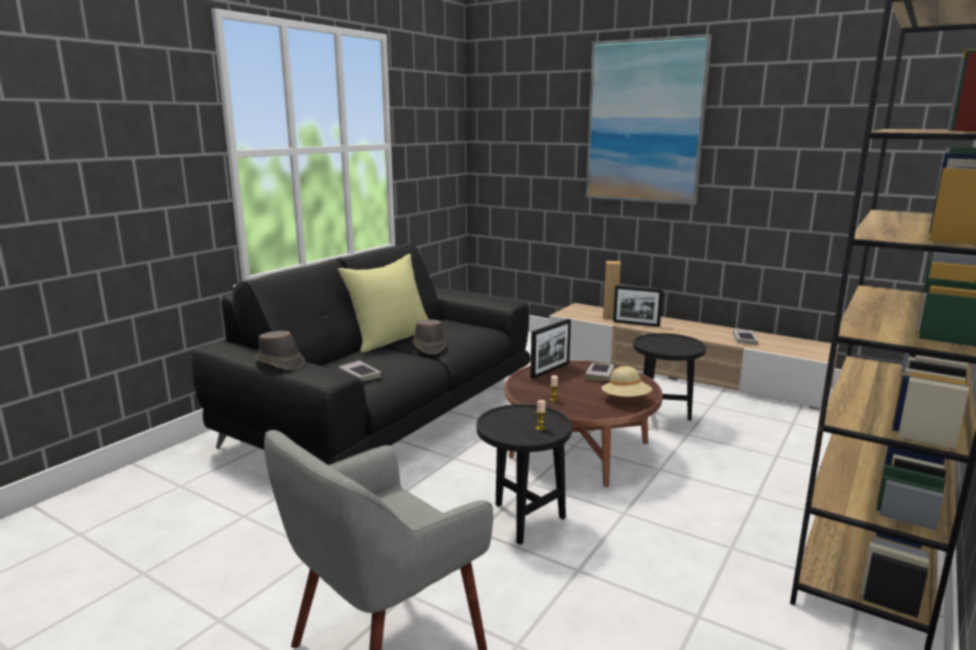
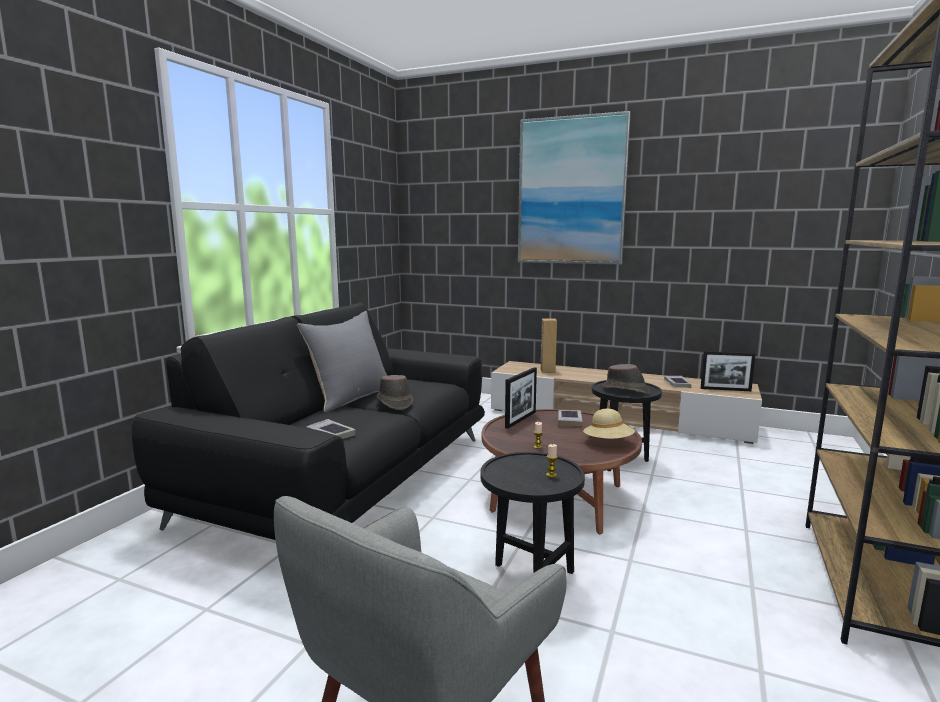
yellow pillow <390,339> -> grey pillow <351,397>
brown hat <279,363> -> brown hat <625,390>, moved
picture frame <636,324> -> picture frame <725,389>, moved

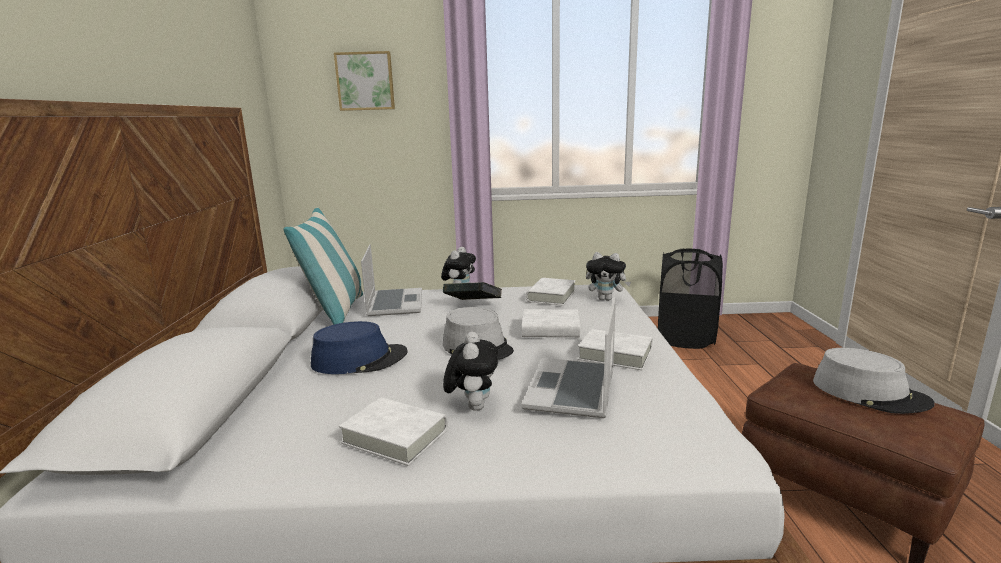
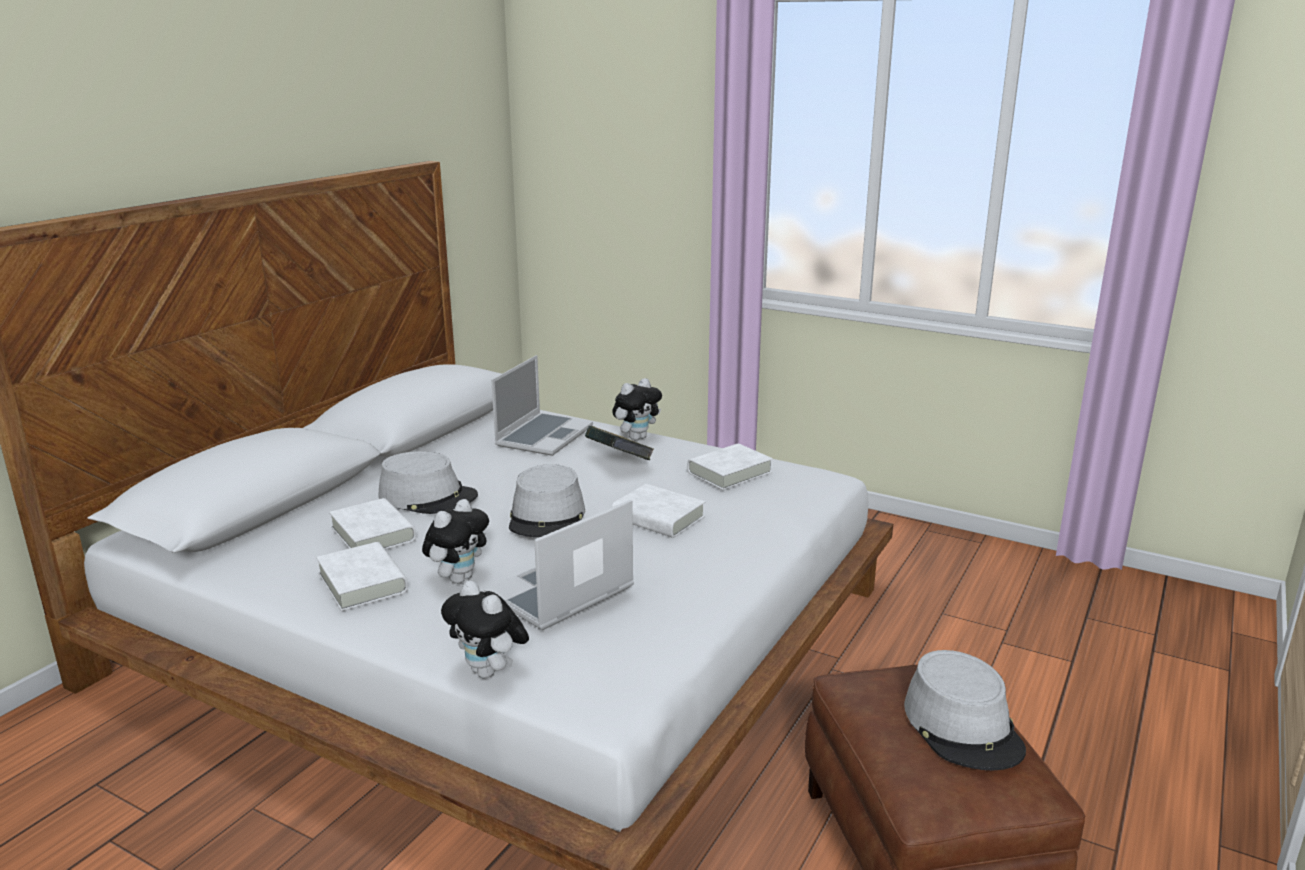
white book <615,355> -> white book <373,534>, moved
blue hat <359,359> -> grey hat <428,496>
plush toy <606,299> -> plush toy <489,672>, moved
pillow <335,312> -> none
picture <365,81> -> none
black laundry basket <685,338> -> none

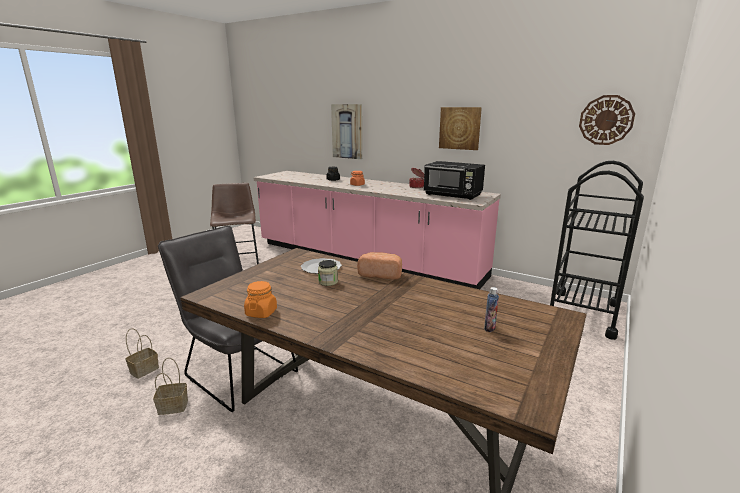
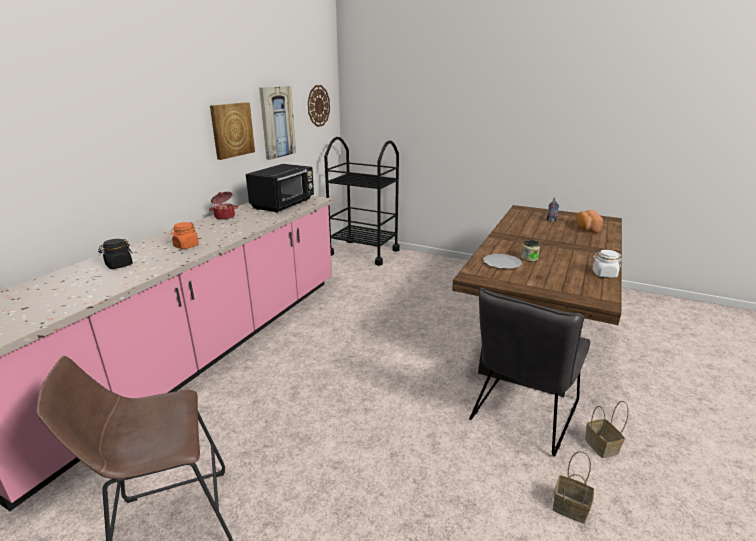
picture <347,131> -> picture <277,122>, moved
bread <381,274> -> bread <586,228>, moved
orange jar <261,312> -> white jar <604,274>

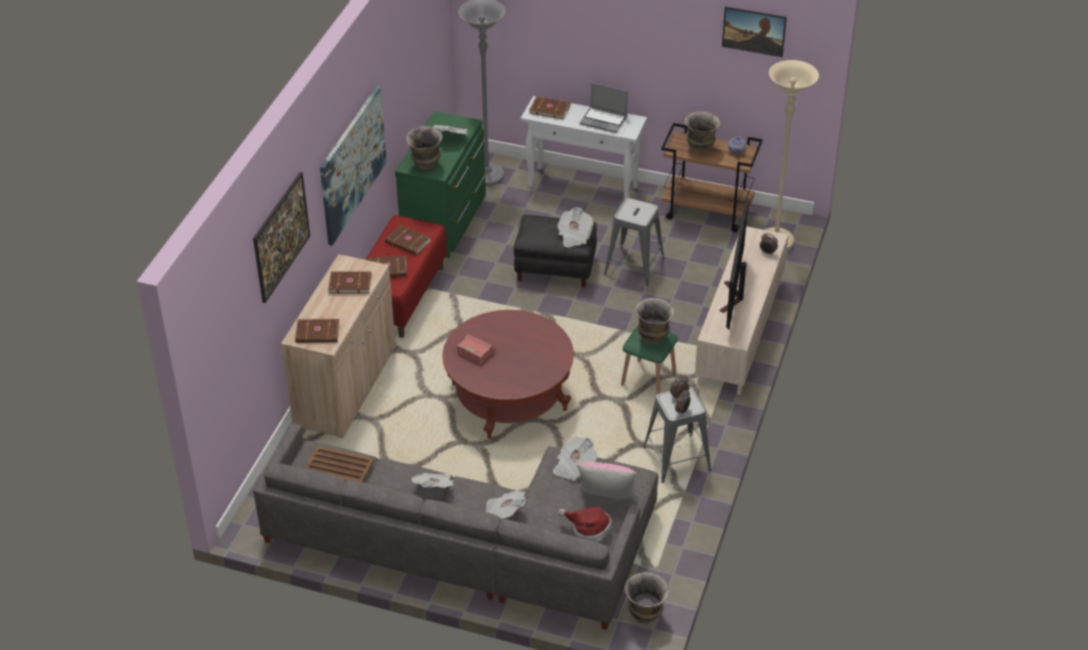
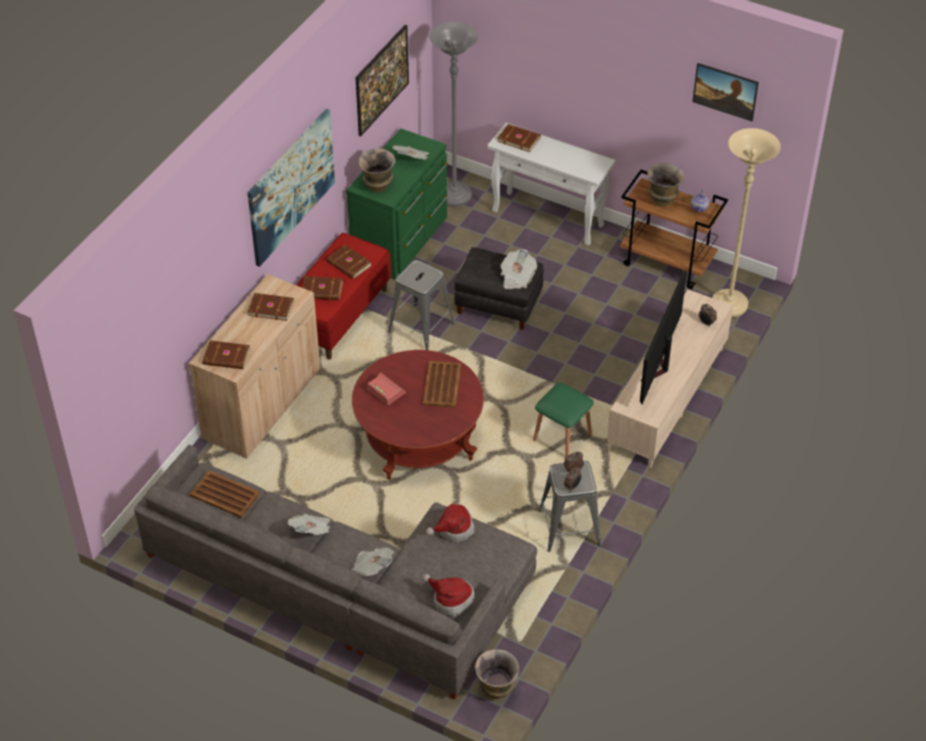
picture <283,252> -> picture <382,94>, moved
grey stool <634,266> -> grey stool <421,327>, moved
none -> brown tray <442,384>
newspaper <574,467> -> hat <453,529>
pink pillow <607,499> -> none
laptop <604,120> -> none
vase <653,338> -> none

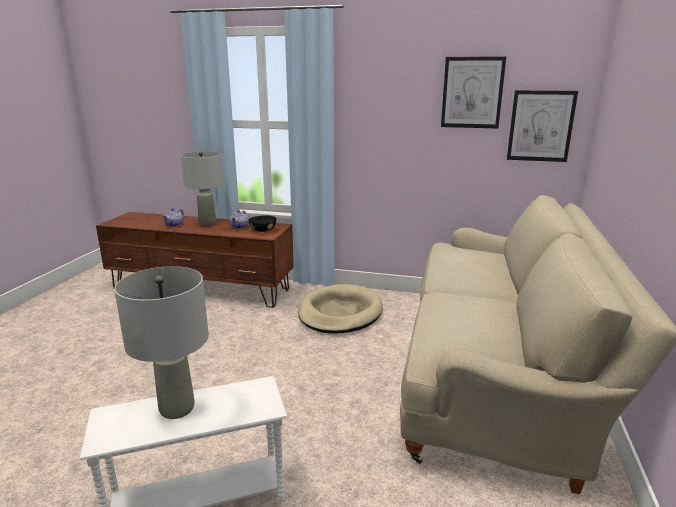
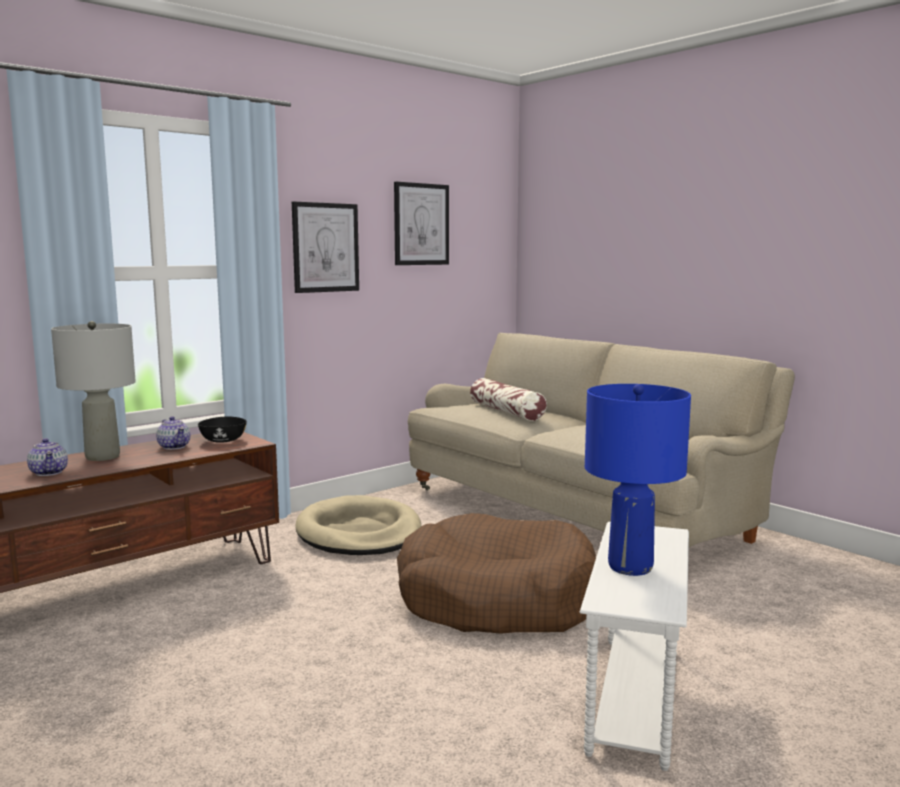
picture <540,126> -> picture <325,247>, moved
none -> brown dog bed <497,599>
none -> pillow <506,412>
grey table lamp <177,409> -> blue table lamp <631,567>

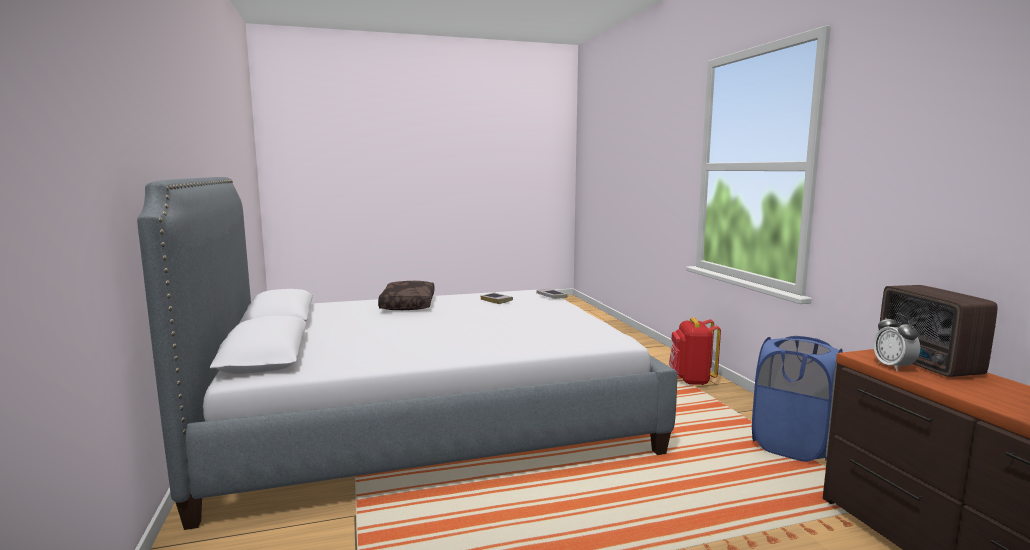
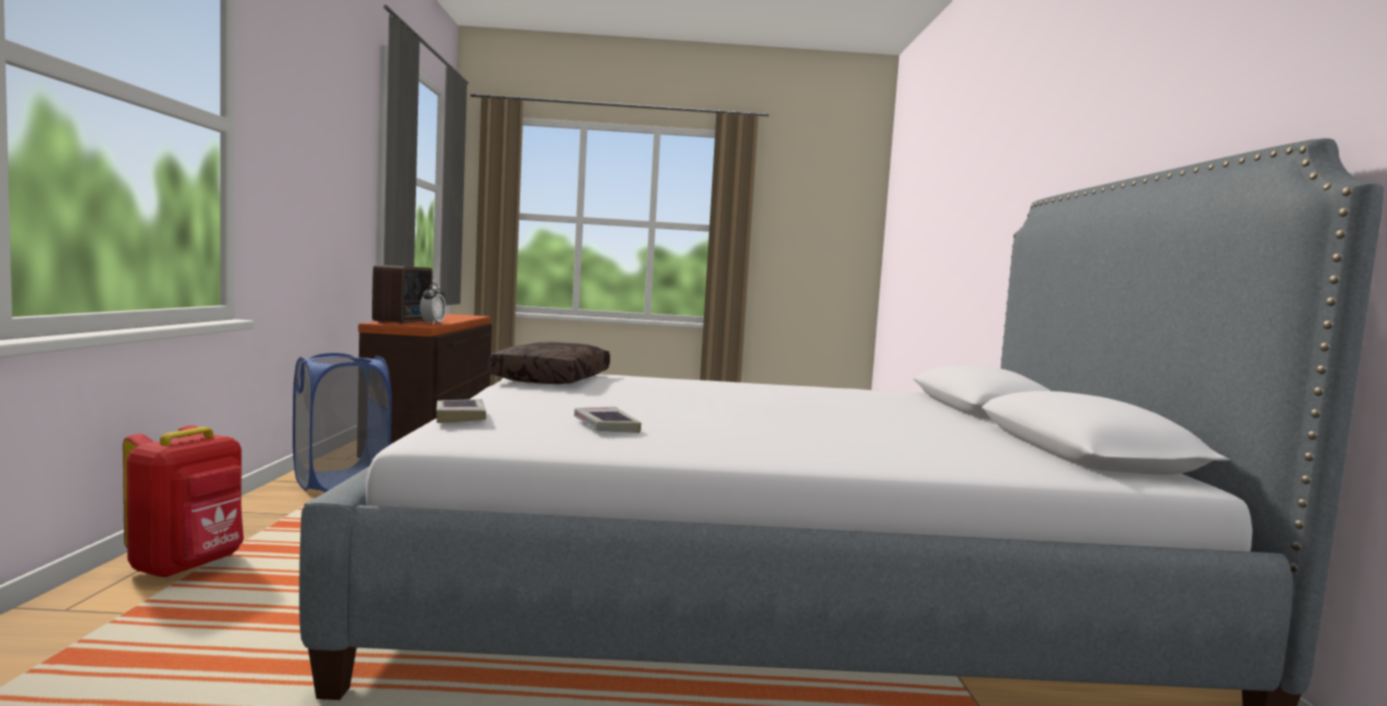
brown pillow <407,304> -> brown pillow <553,379>, moved

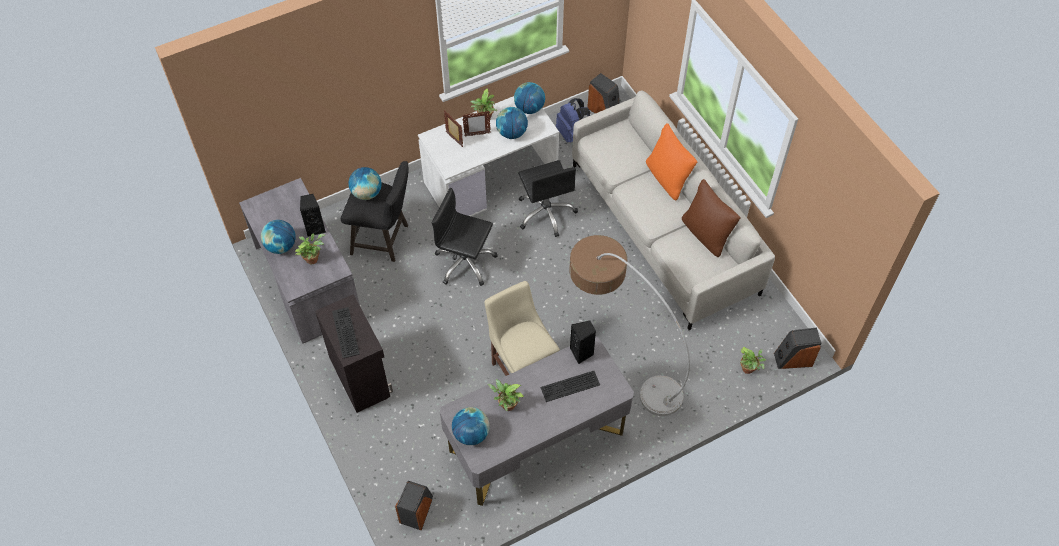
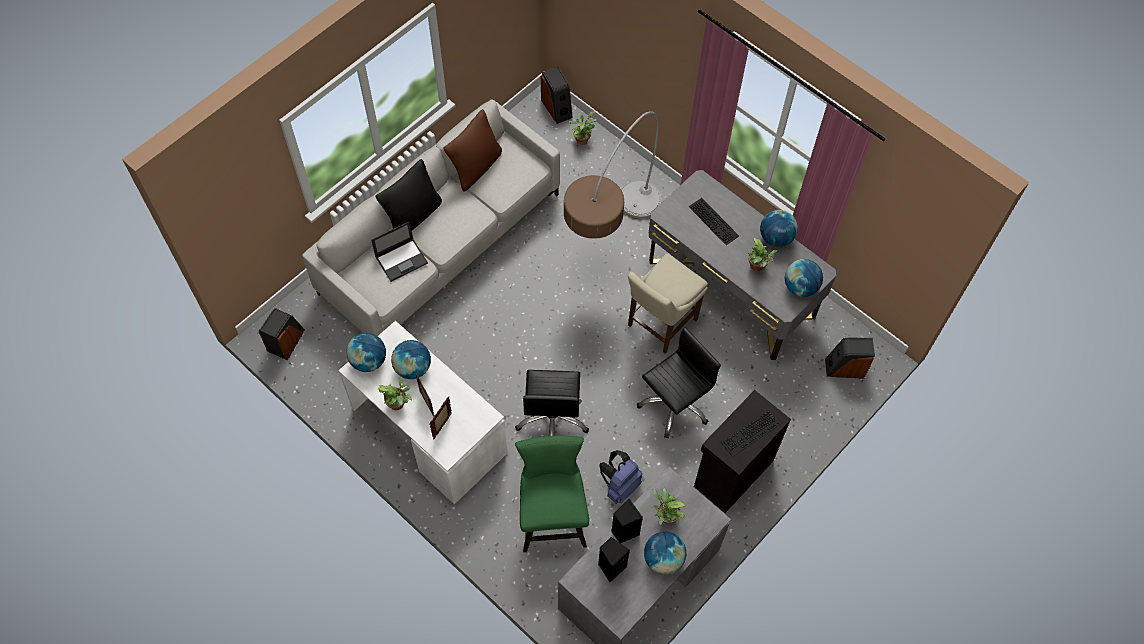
none -> laptop <402,259>
orange pillow <668,178> -> black pillow <413,216>
black stool <384,240> -> green stool <552,517>
black speaker <582,353> -> black speaker <611,567>, moved
blue backpack <571,133> -> blue backpack <620,486>, moved
black office chair <546,213> -> black office chair <674,404>, moved
globe <366,193> -> globe <776,238>, moved

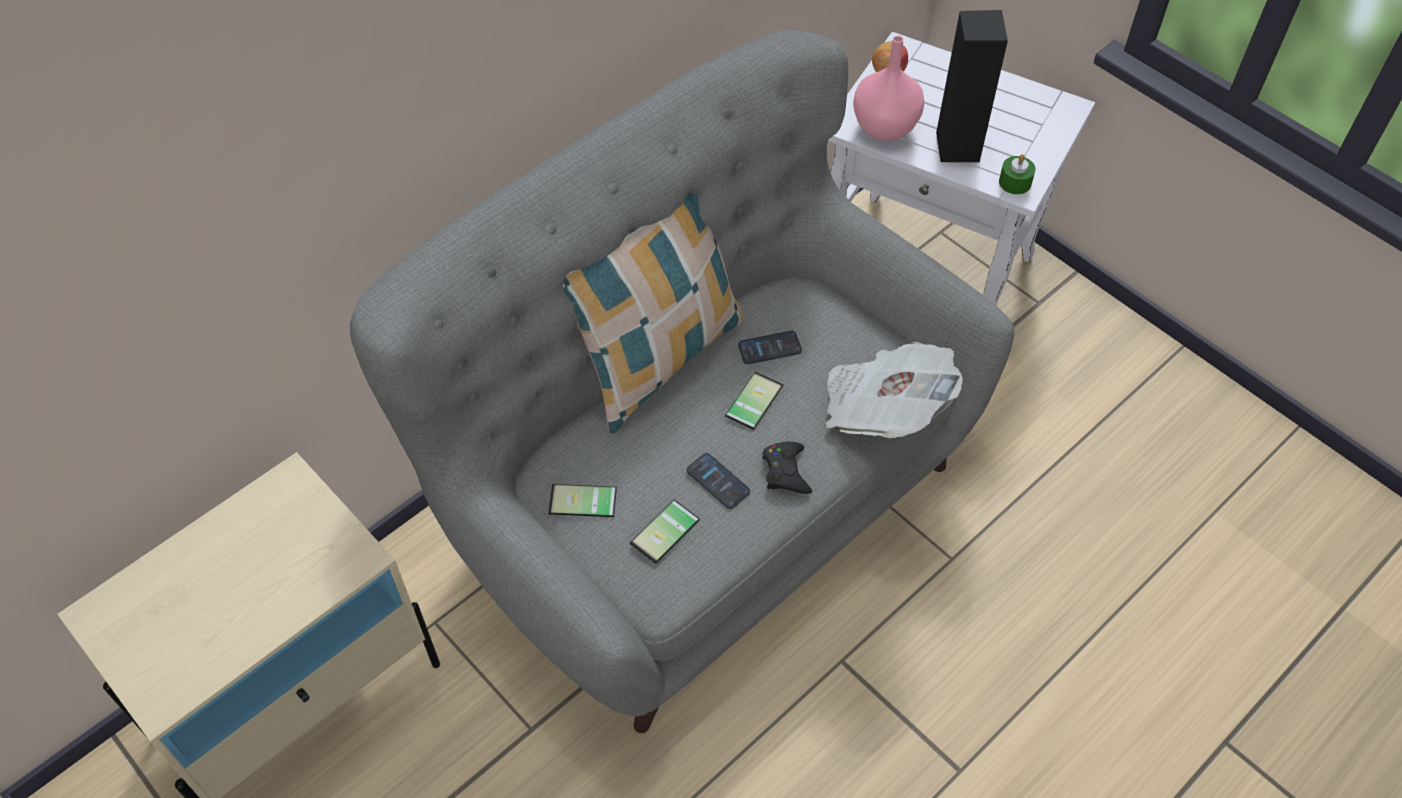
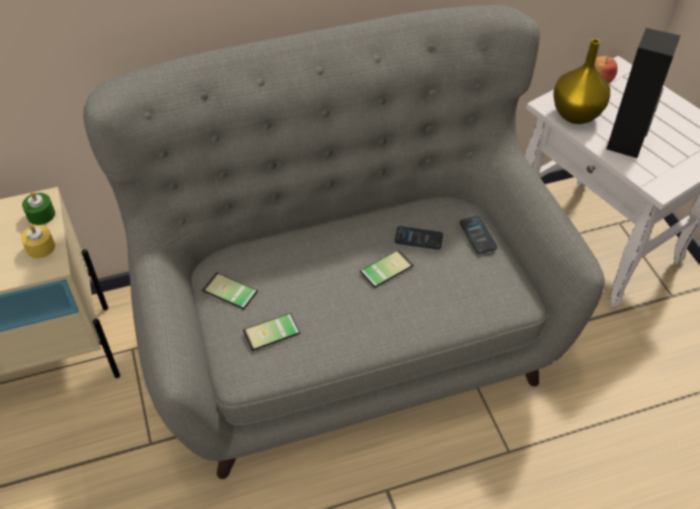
none -> yellow candle <40,247>
green candle <1015,182> -> green candle <41,215>, moved
phone <718,481> -> phone <478,235>, moved
pink vase <884,127> -> yellow vase <576,114>
pillow <657,358> -> none
black game controller <786,472> -> none
newspaper <883,408> -> none

